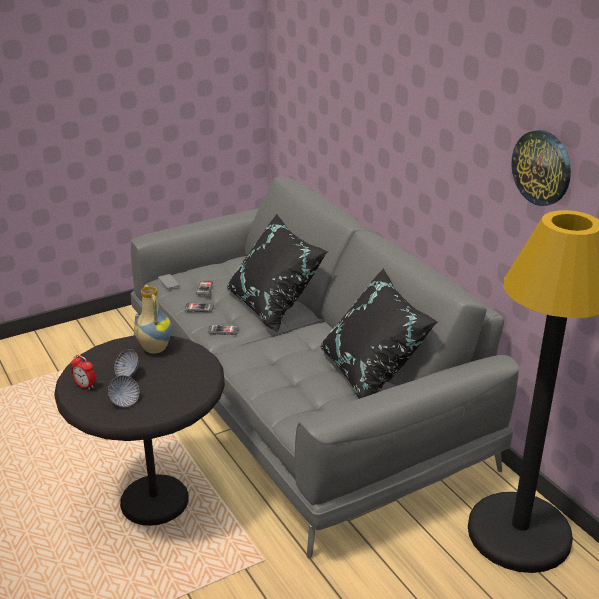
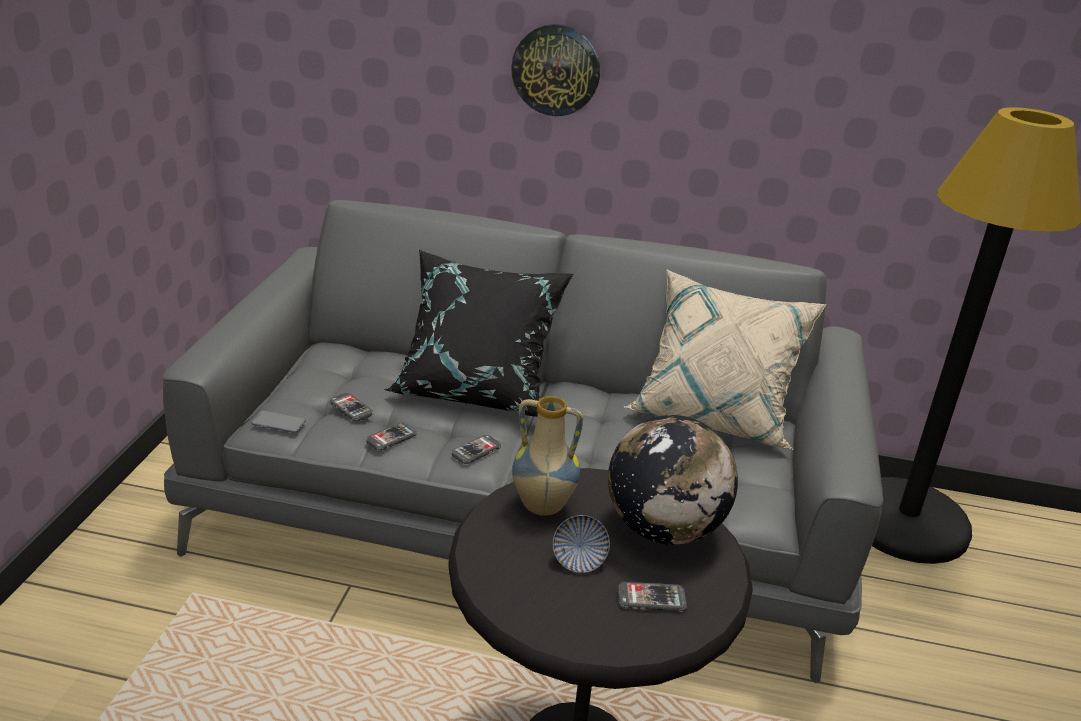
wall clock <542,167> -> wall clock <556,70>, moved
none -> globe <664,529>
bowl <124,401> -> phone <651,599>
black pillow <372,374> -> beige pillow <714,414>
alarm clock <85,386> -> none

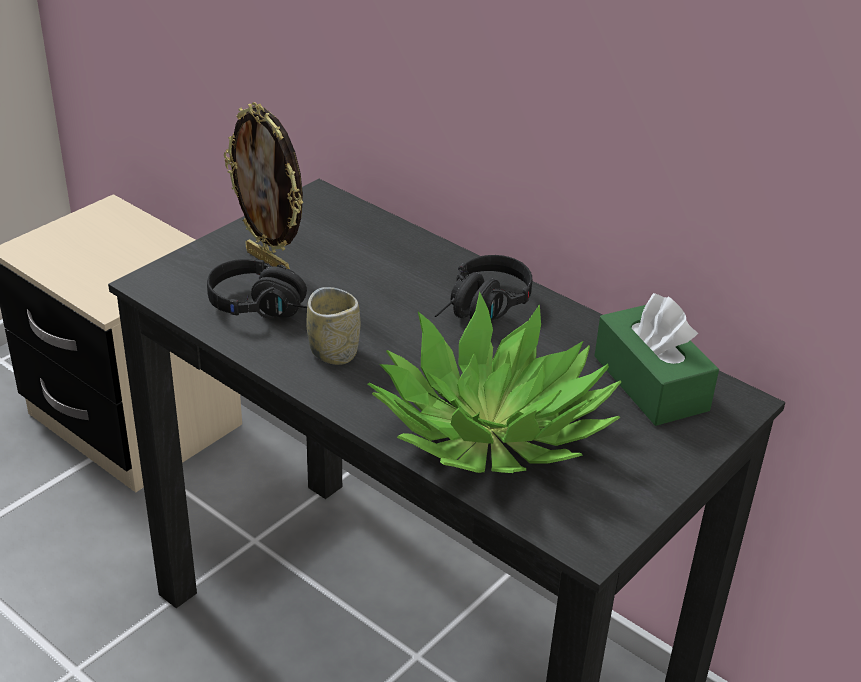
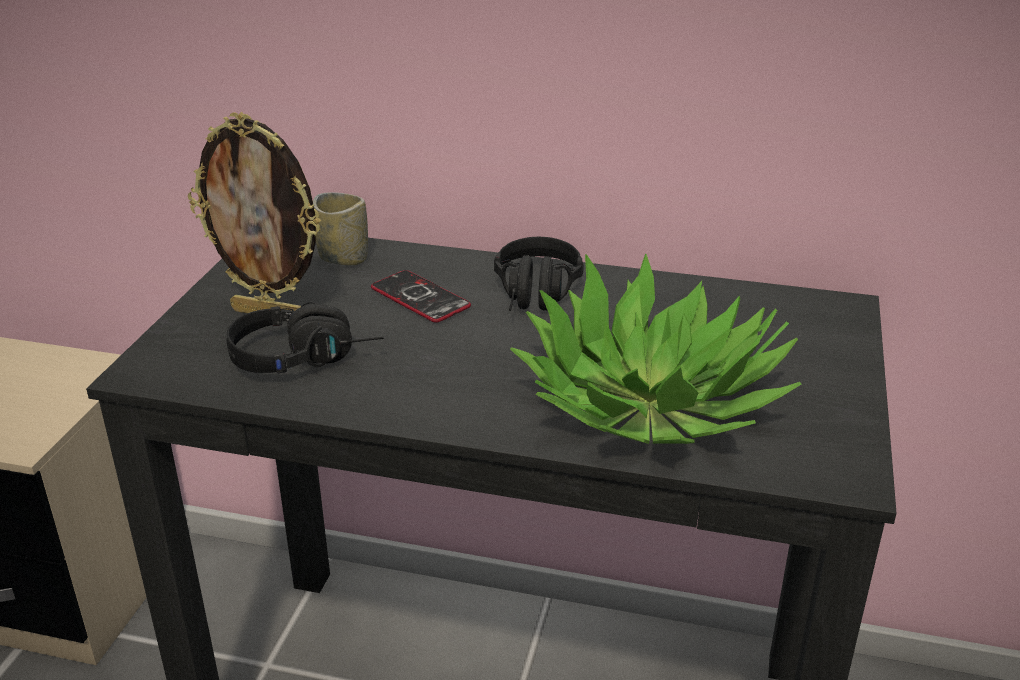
cup <333,352> -> cup <343,258>, moved
none -> phone <420,298>
green tissue box <650,383> -> none

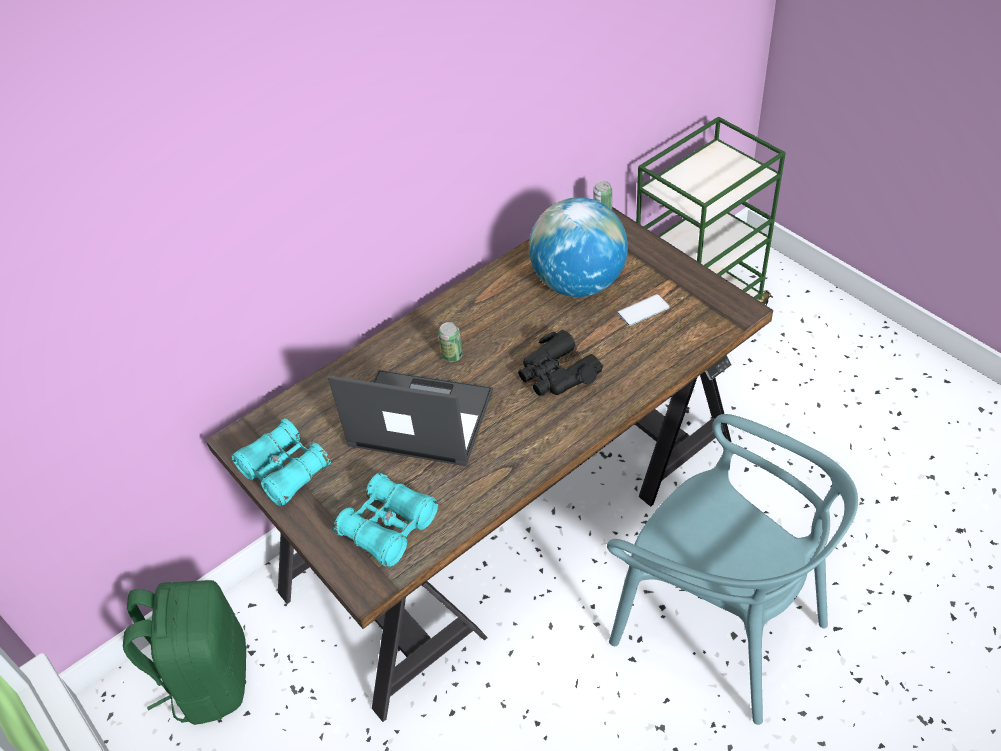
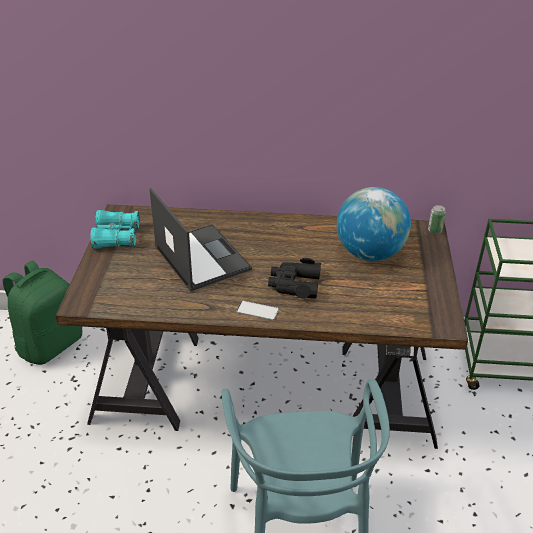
phone <643,310> -> phone <257,310>, moved
turquoise binoculars <389,527> -> none
can <452,356> -> none

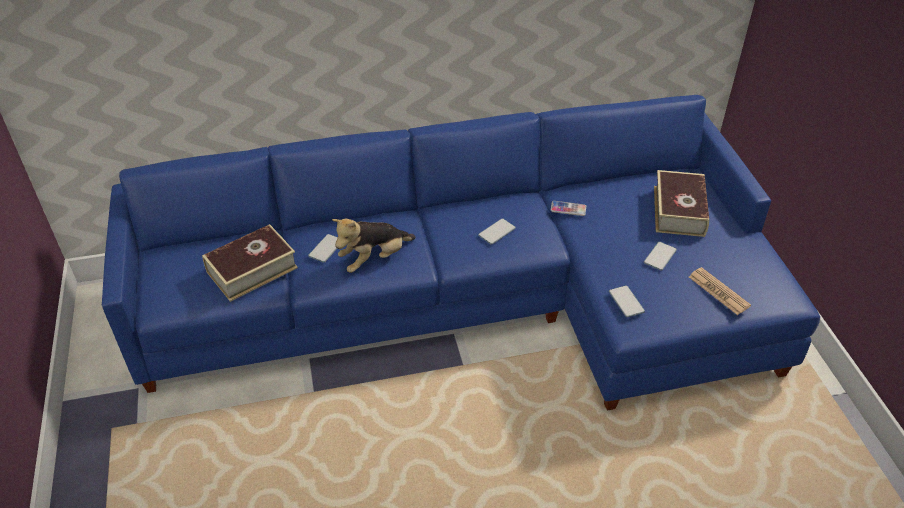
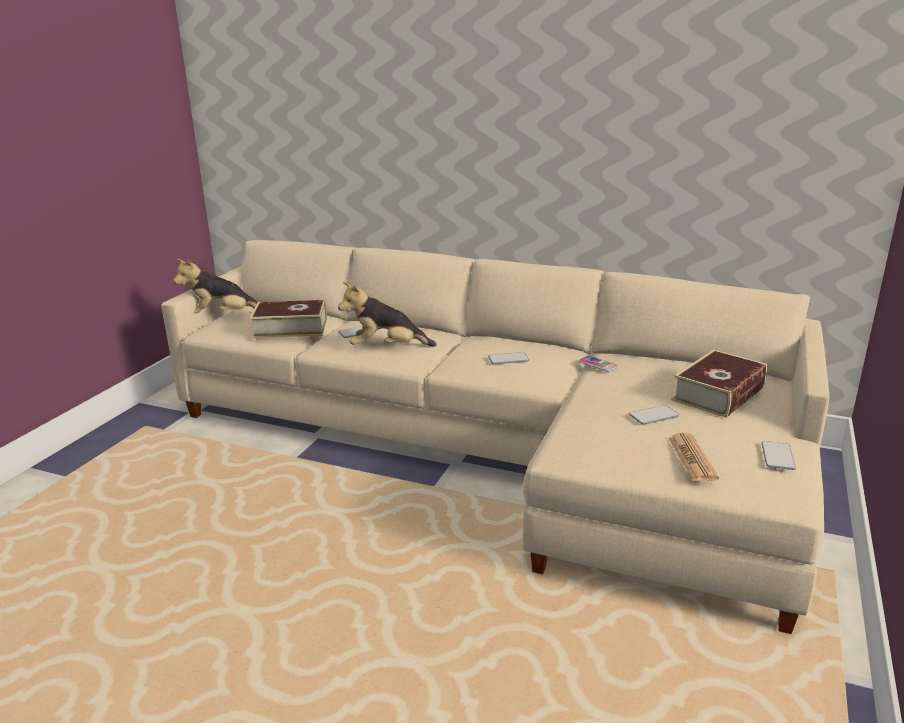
blue sofa <479,298> -> beige sofa <500,449>
none -> plush toy <222,316>
phone <626,302> -> phone <777,456>, moved

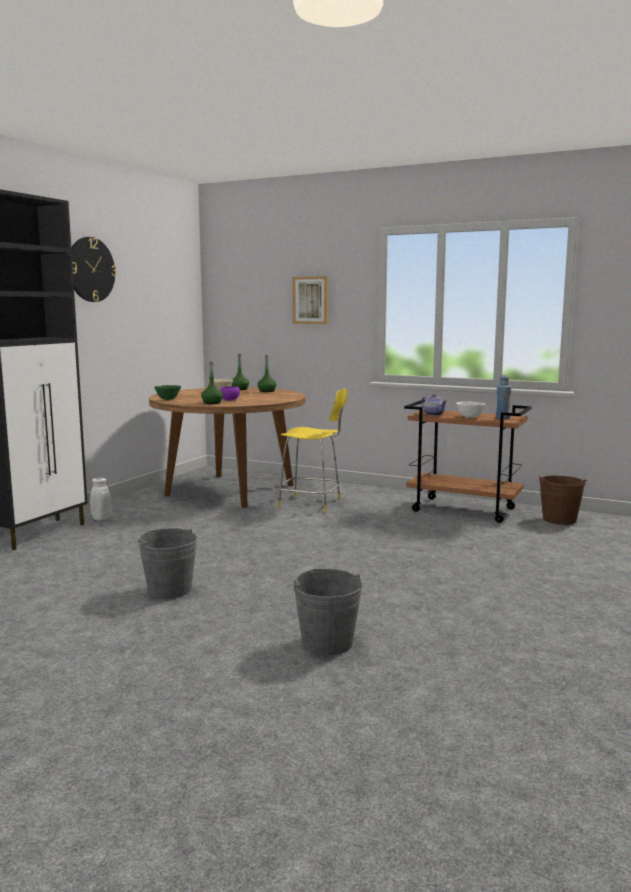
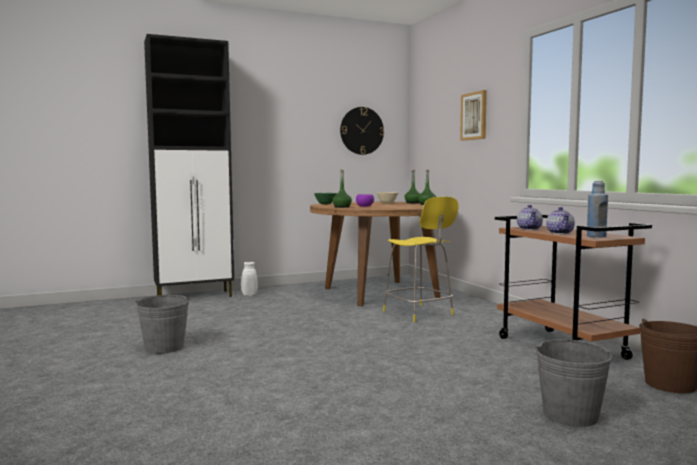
wall clock <91,269> -> wall clock <361,130>, moved
grey bucket <327,643> -> grey bucket <570,415>, moved
white bowl <470,417> -> teapot <560,233>

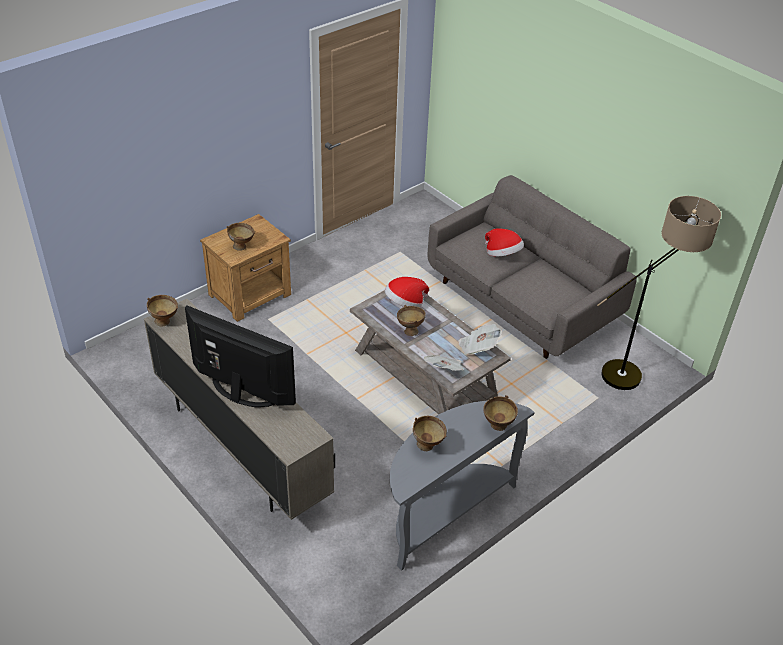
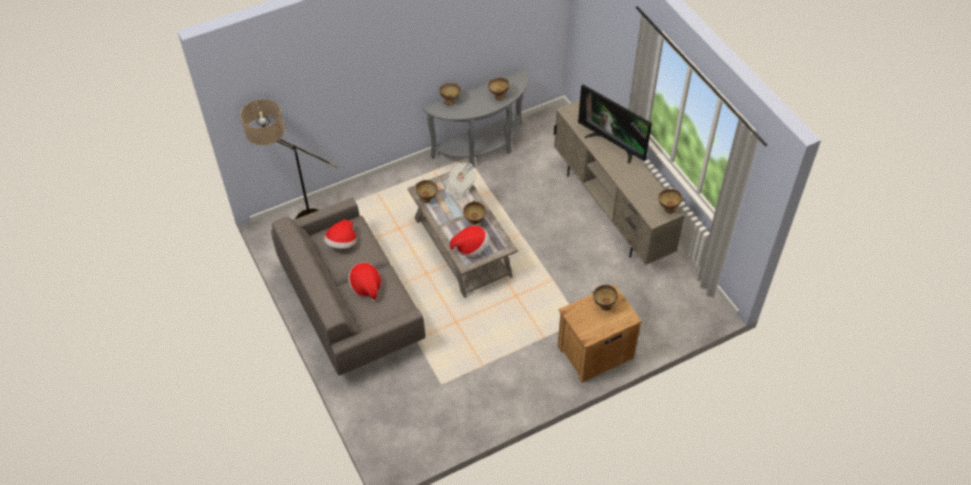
none -> hat <342,243>
newspaper <478,347> -> brown bowl <428,199>

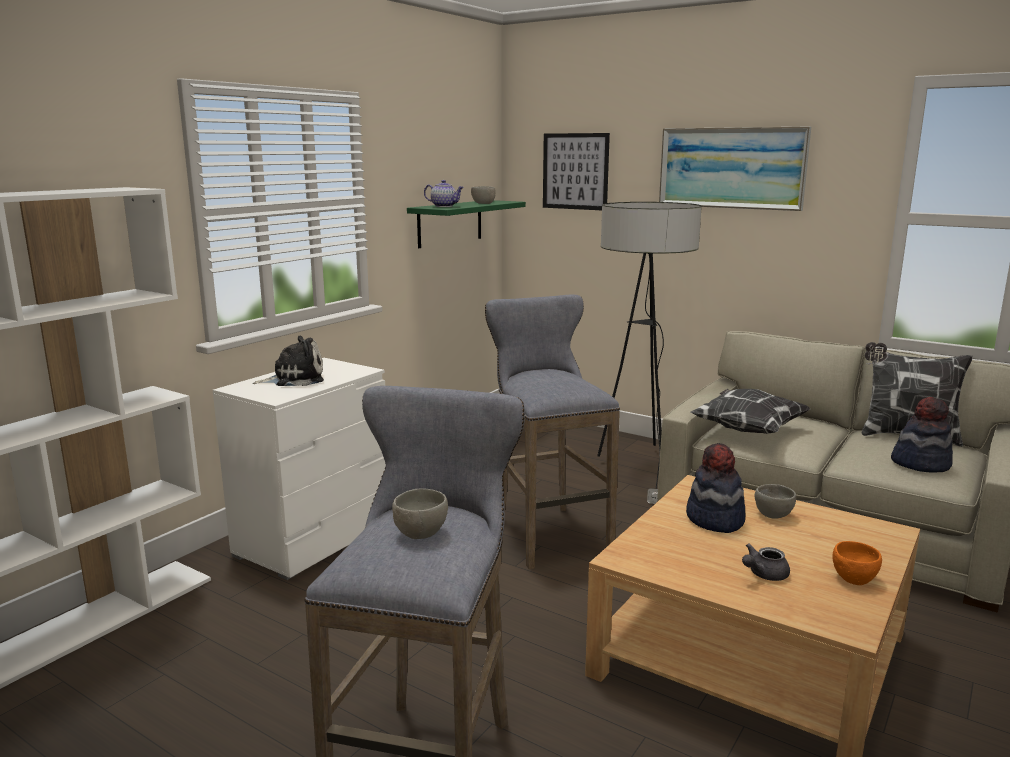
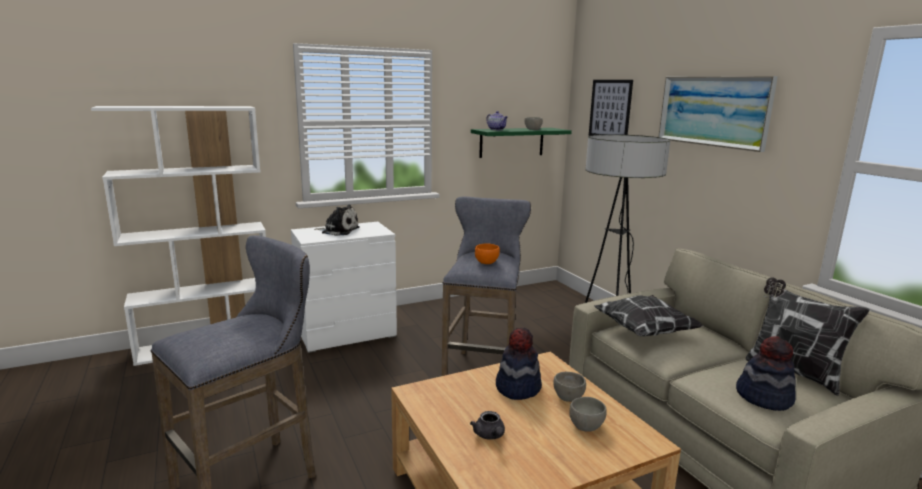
grey teapot <763,574> -> grey teapot <490,436>, 105 degrees counterclockwise
orange bowl <852,578> -> orange bowl <486,262>, moved
grey bowl <419,532> -> grey bowl <585,425>, moved

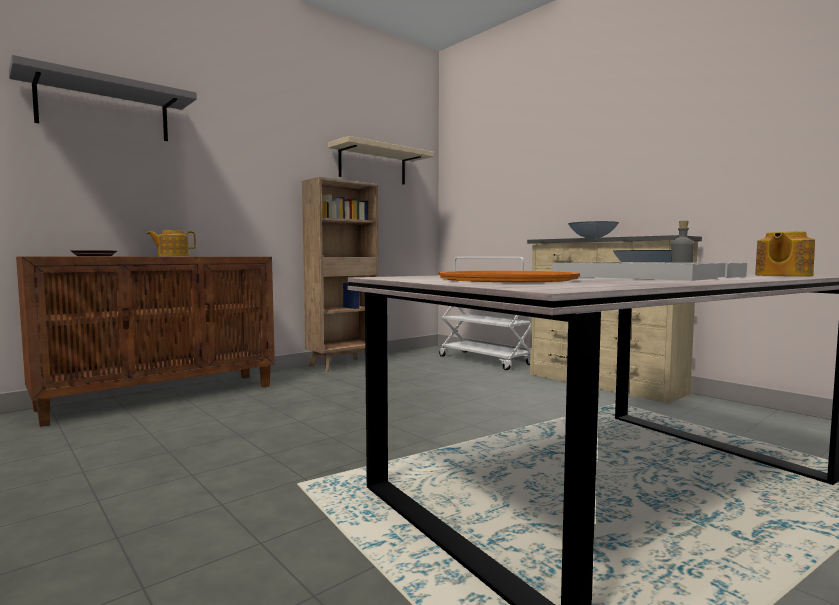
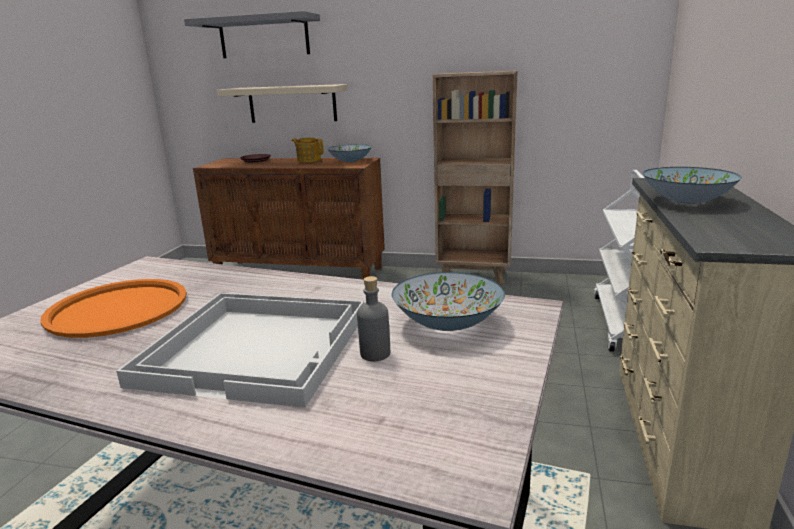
beige shelf <372,165> -> beige shelf <292,104>, moved
none -> bowl <350,161>
teapot <782,275> -> none

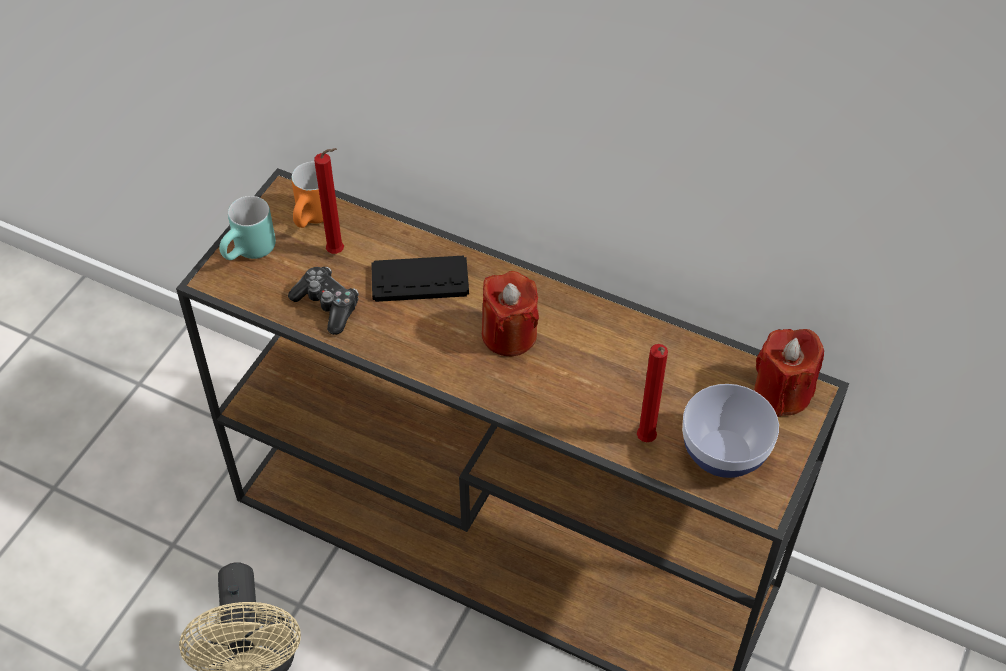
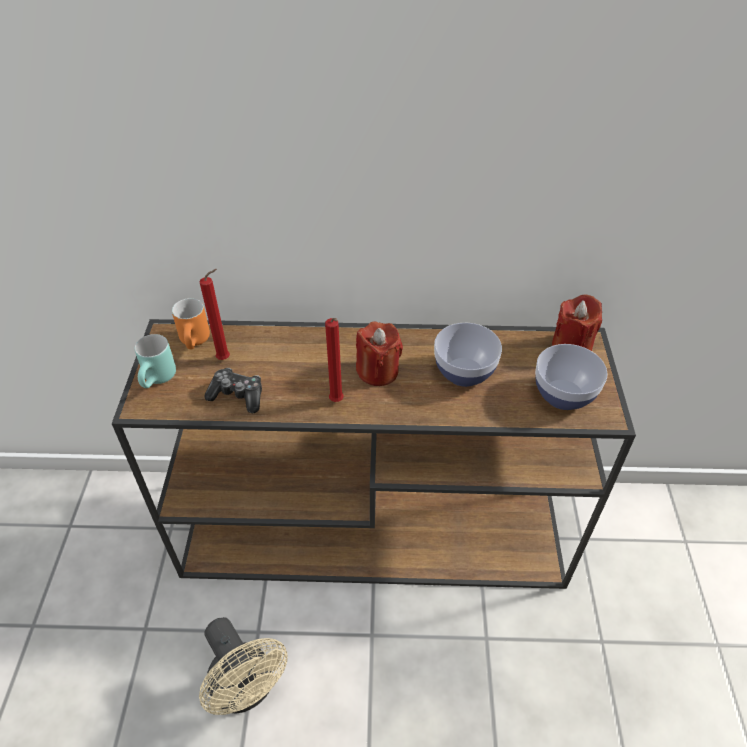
red candle <646,441> -> red candle <337,402>, moved
none -> bowl <464,373>
black game controller <420,280> -> none

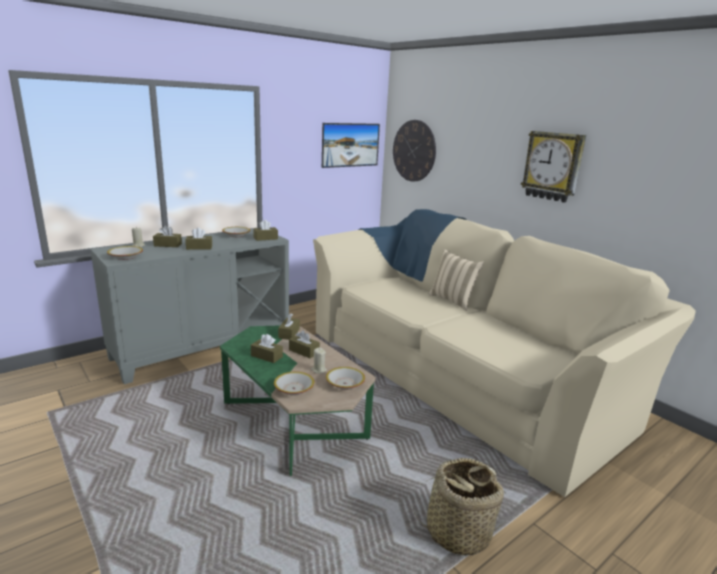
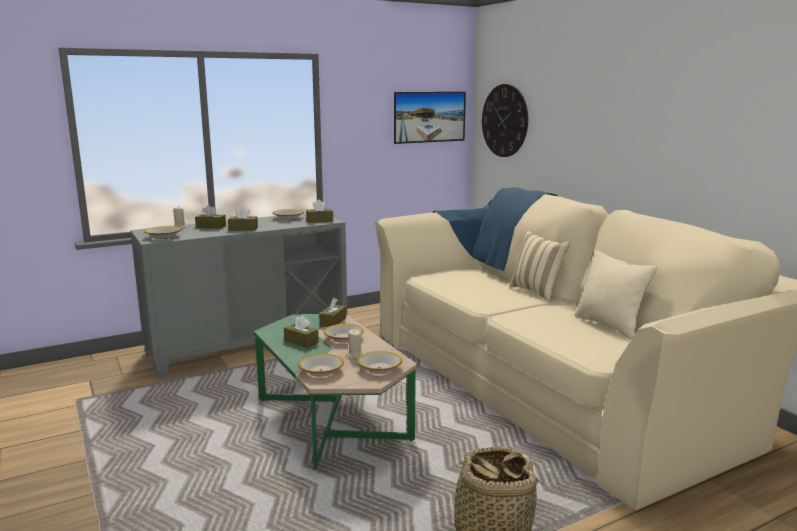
brown tissue box <304,351> -> bowl <344,338>
none -> beige pillow <609,325>
wall clock <552,166> -> none

